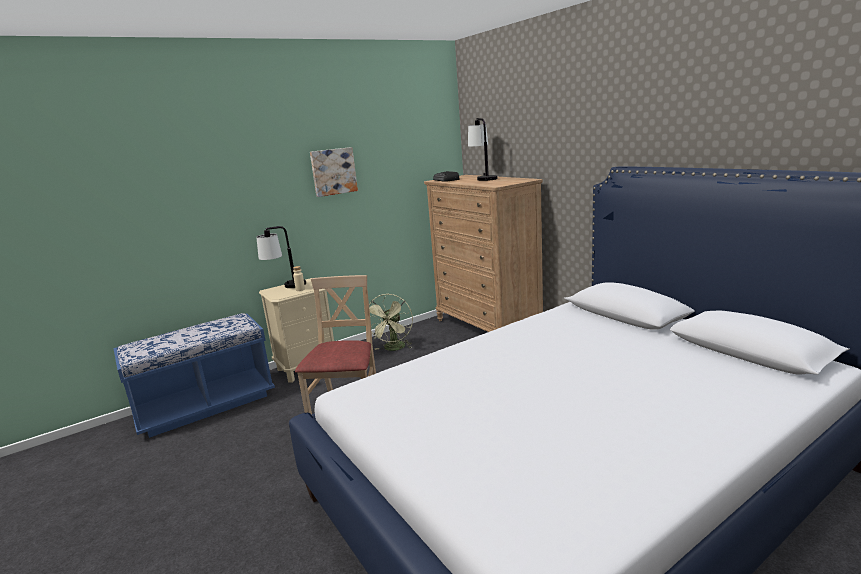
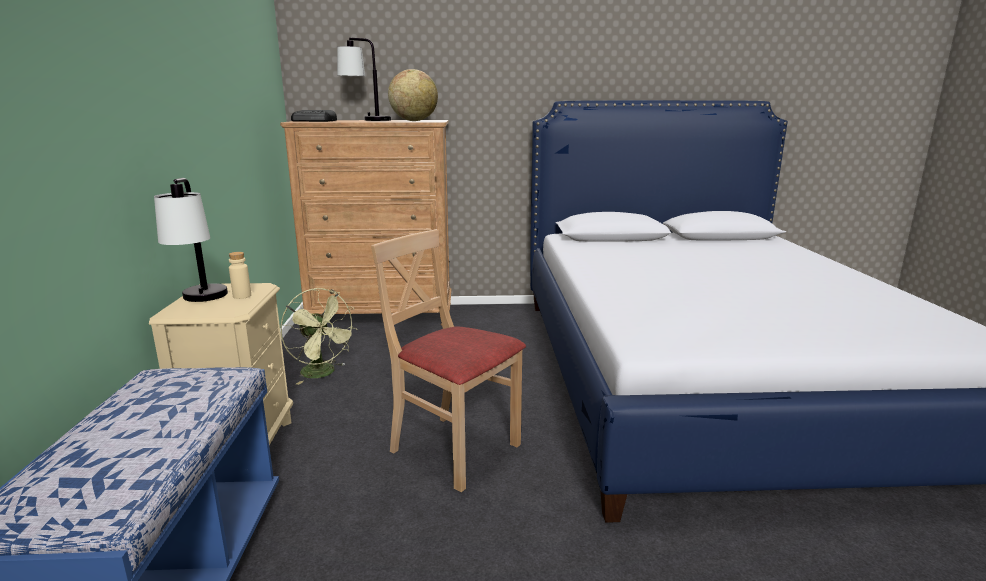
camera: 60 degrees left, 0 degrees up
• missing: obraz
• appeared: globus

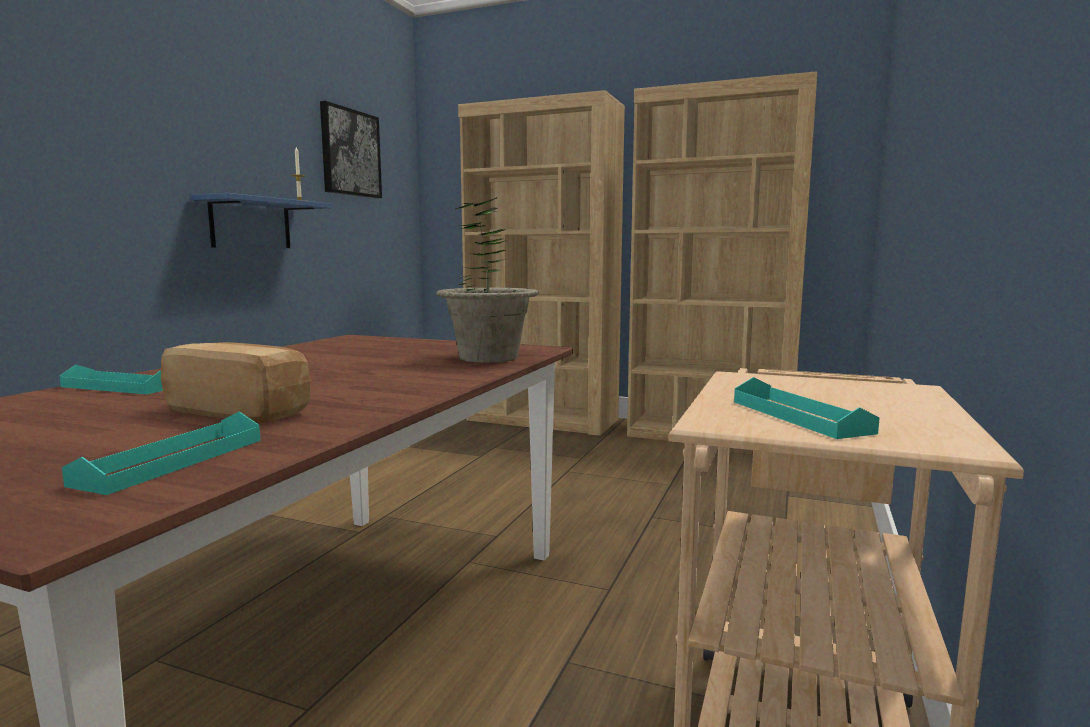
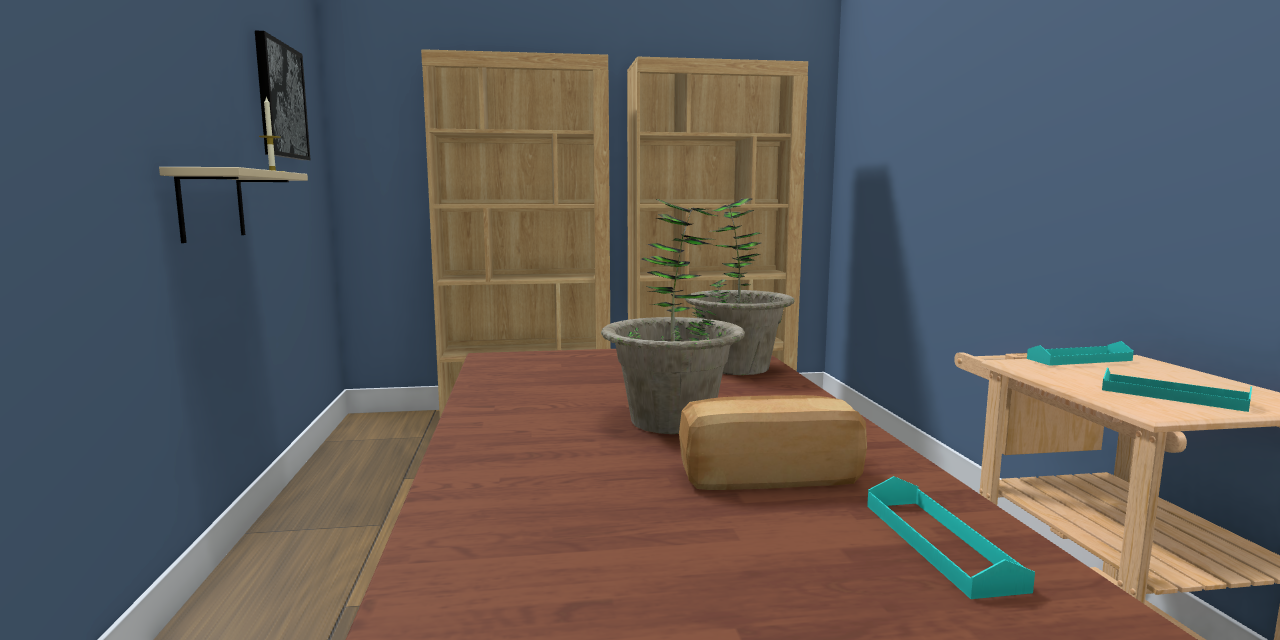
camera: 30 degrees left, 0 degrees up
• appeared: roślina doniczkowa (no. 1 from left)
• relocated: taca/turkusowy (no. 1 from left in the first image) to taca/turkusowy (no. 2 from left)
• colour: półka/niebieski to półka/beżowy

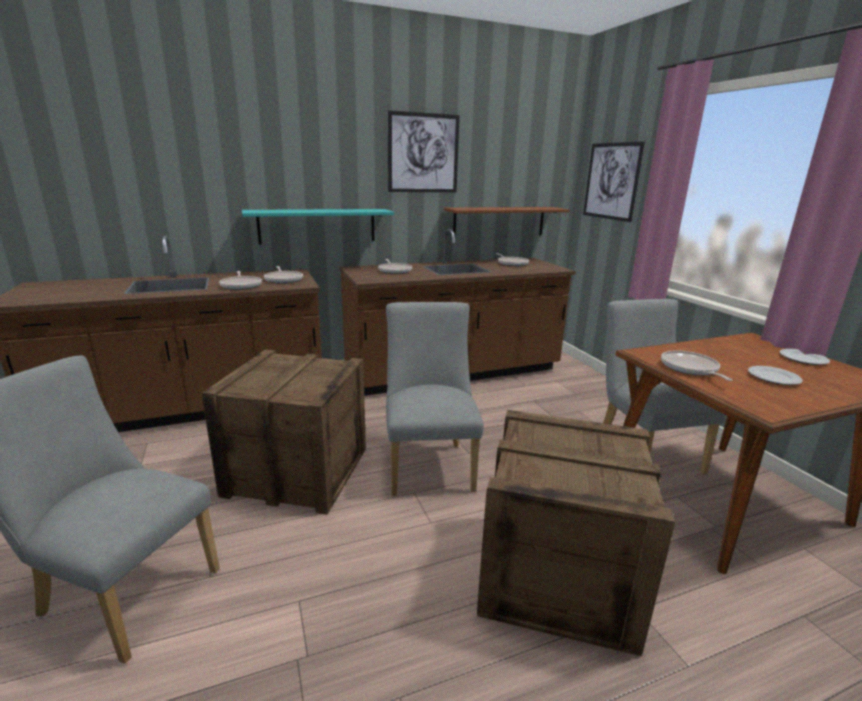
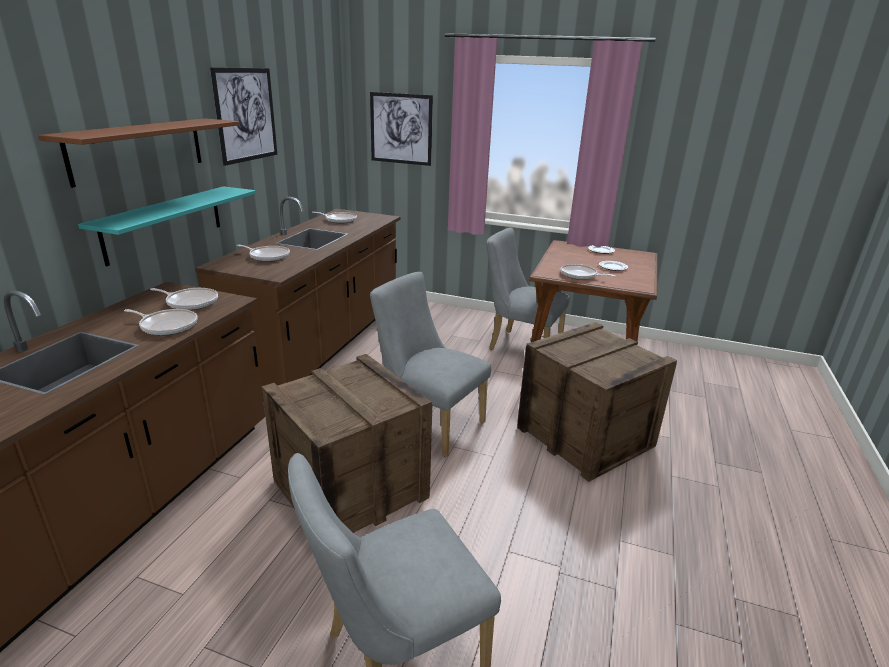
camera: 50 degrees left, 5 degrees up
• relocated: półka/brązowy

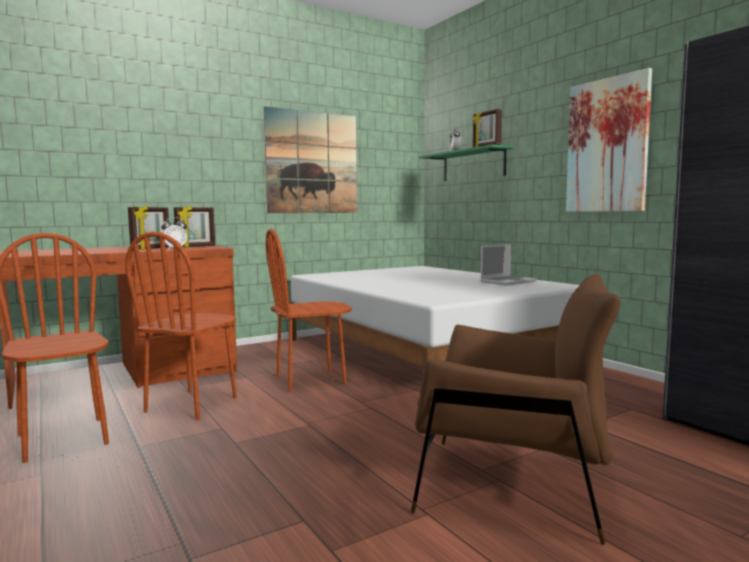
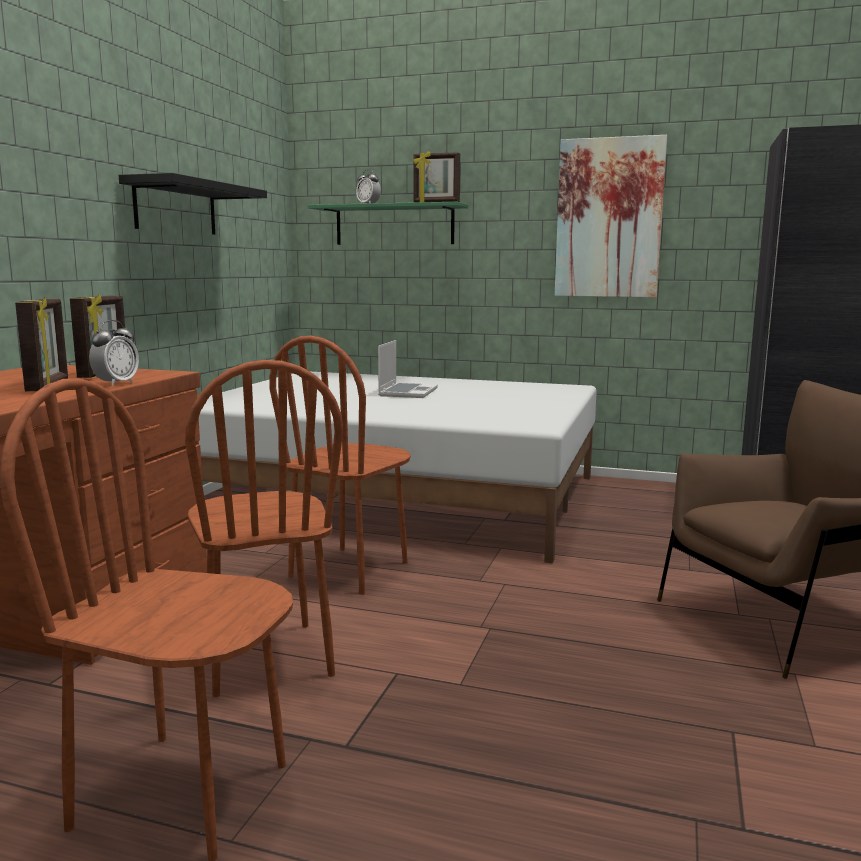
camera: 40 degrees left, 5 degrees up
• relocated: laptop
• exchanged: obraz (no. 1 from left) to półka/czarny

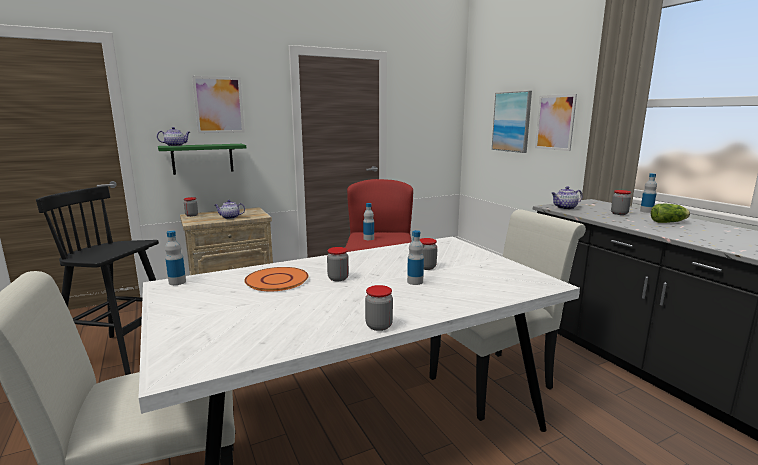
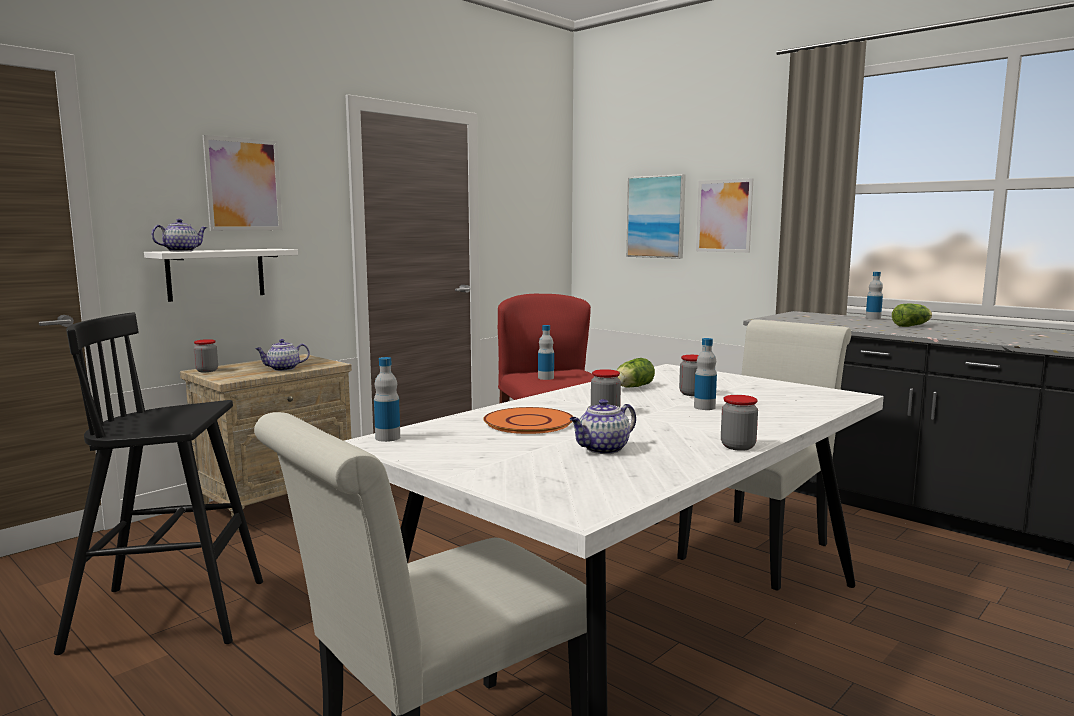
camera: 20 degrees left, 5 degrees down
• missing: słoik (no. 5 from left)
• appeared: sałata (no. 1 from left)
• relocated: imbryk (no. 3 from left)
• colour: półka/zielony to półka/biały

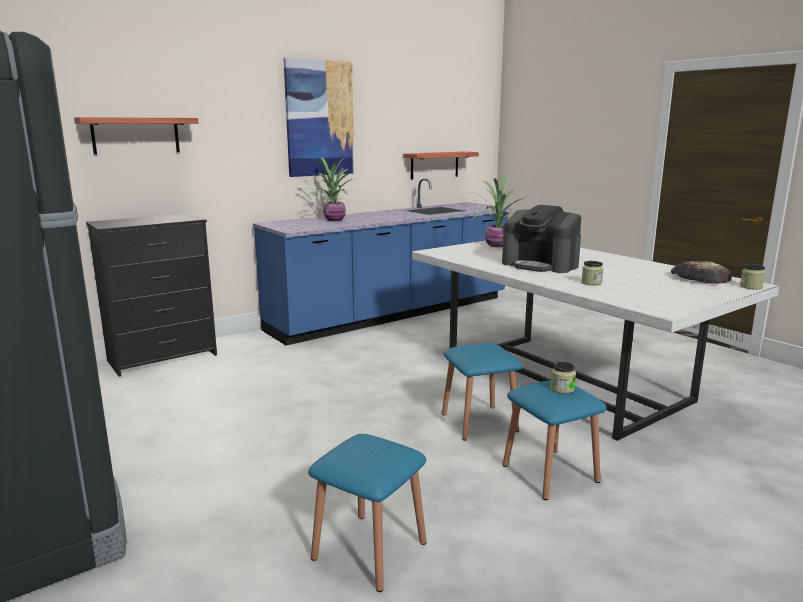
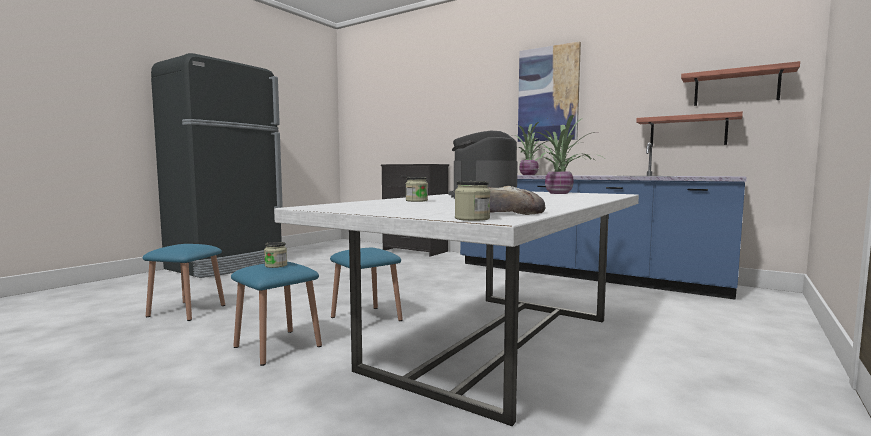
camera: 70 degrees right, 10 degrees down
• relocated: półka (no. 1 from left in the first image) to półka (no. 2 from left)

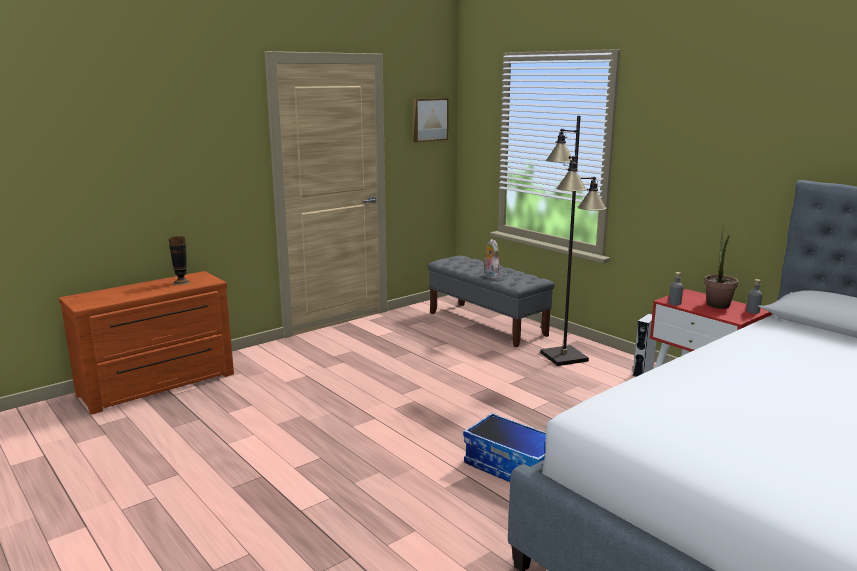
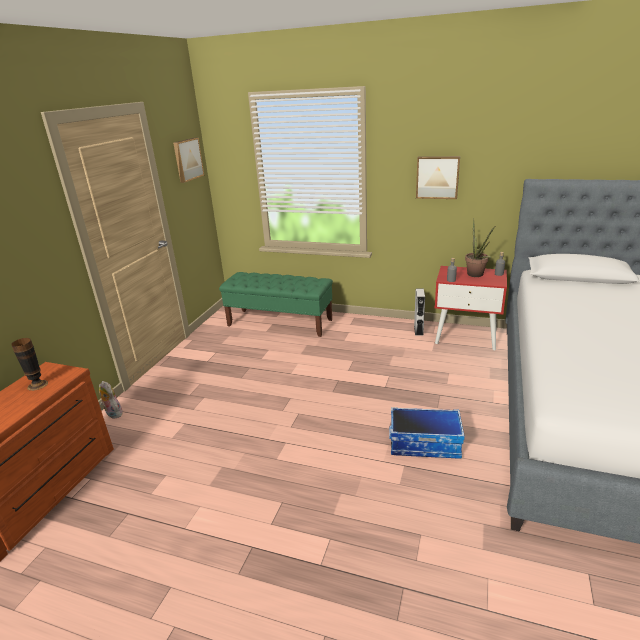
camera: 30 degrees left, 10 degrees up
• missing: lampa stojąca/czarny
• appeared: obraz (no. 2 from left)
• relocated: pluszak
• colour: ławka/szary to ławka/zielony

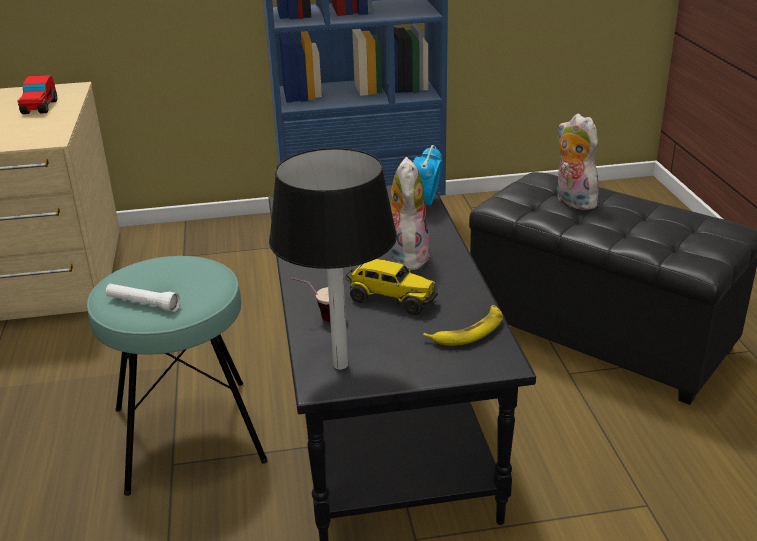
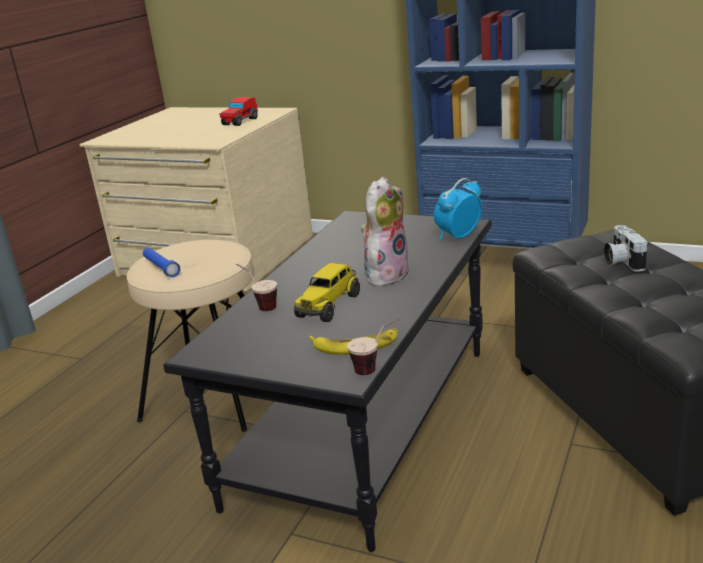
camera: 35 degrees right, 5 degrees down
• missing: lampa stołowa/czarny
• appeared: filiżanka (no. 2 from left)
• exchanged: pluszak (no. 2 from left) to aparat fotograficzny
• colour: stołek/turkusowy to stołek/beżowy
• colour: latarka/biały to latarka/niebieski
• spun: ciężarówka zabawkowa 60 degrees clockwise

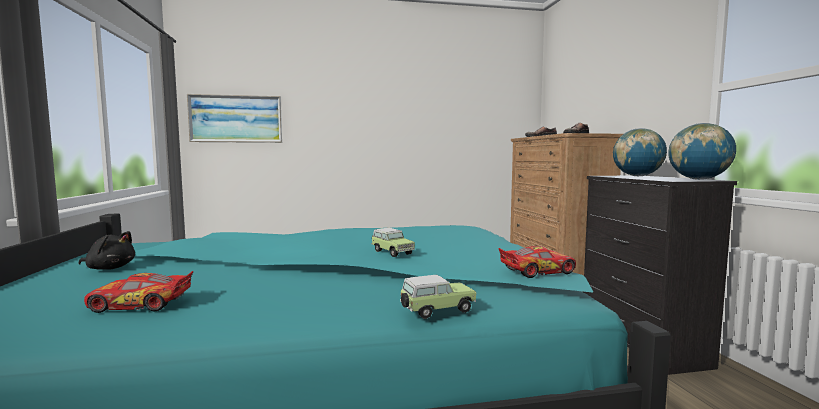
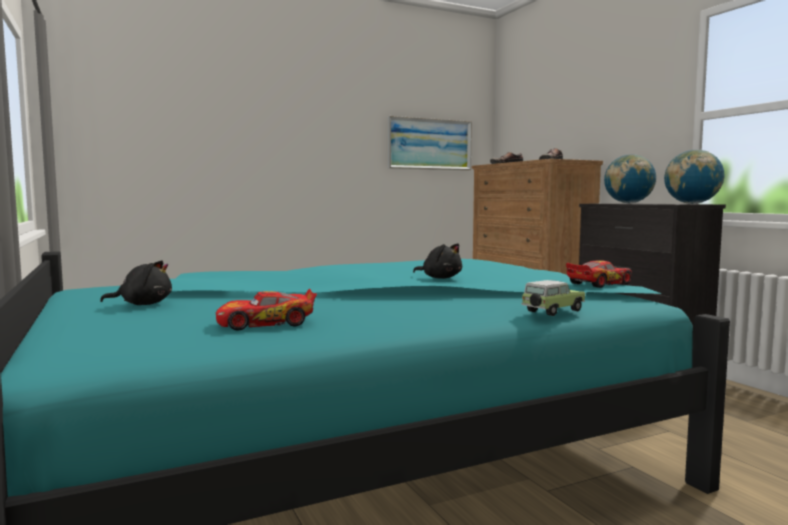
camera: 15 degrees left, 0 degrees up
• relocated: obraz
• exchanged: samochodzik (no. 2 from left) to pluszak/czarny (no. 2 from left)

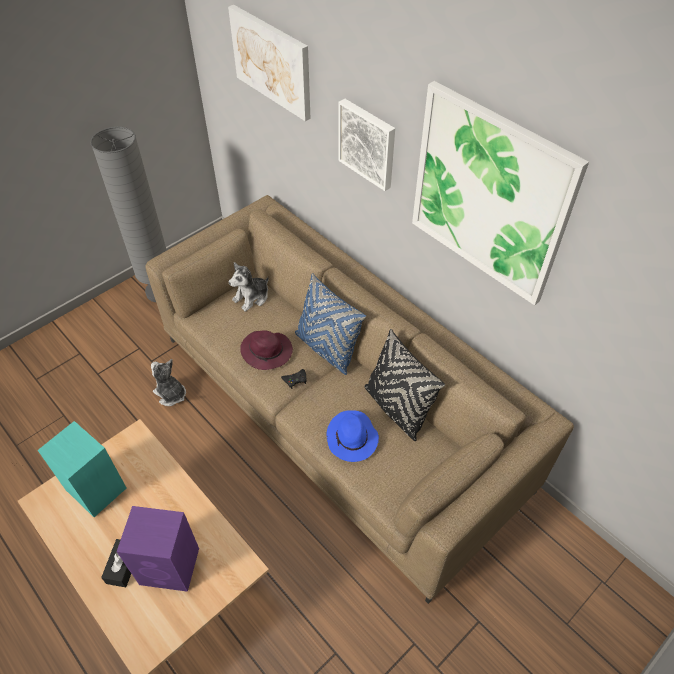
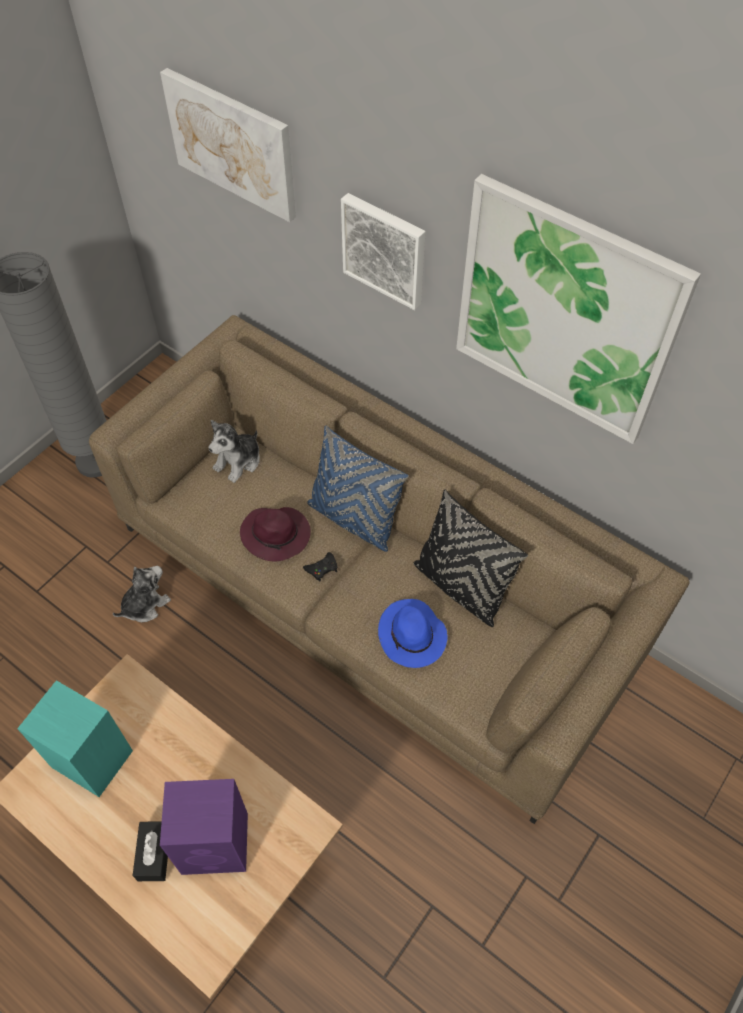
camera: 10 degrees left, 5 degrees up
• spun: pluszak (no. 1 from left) 105 degrees clockwise

